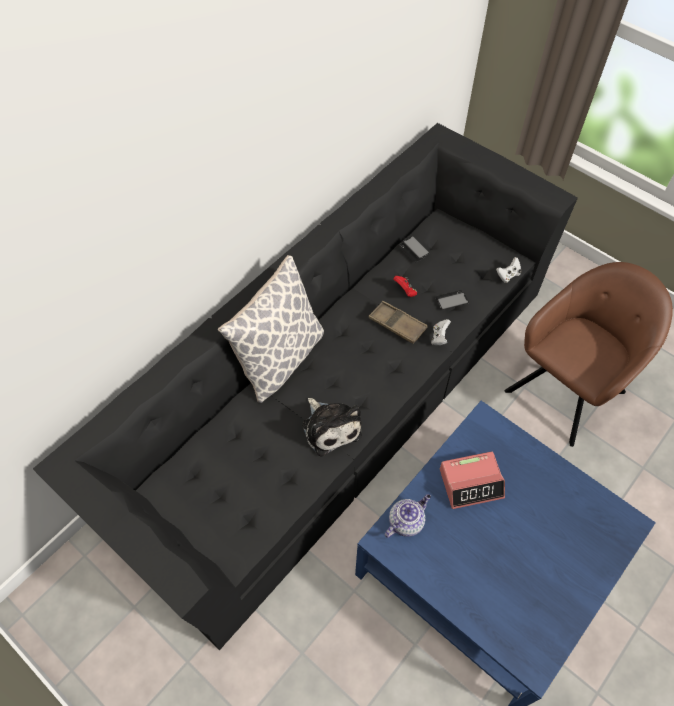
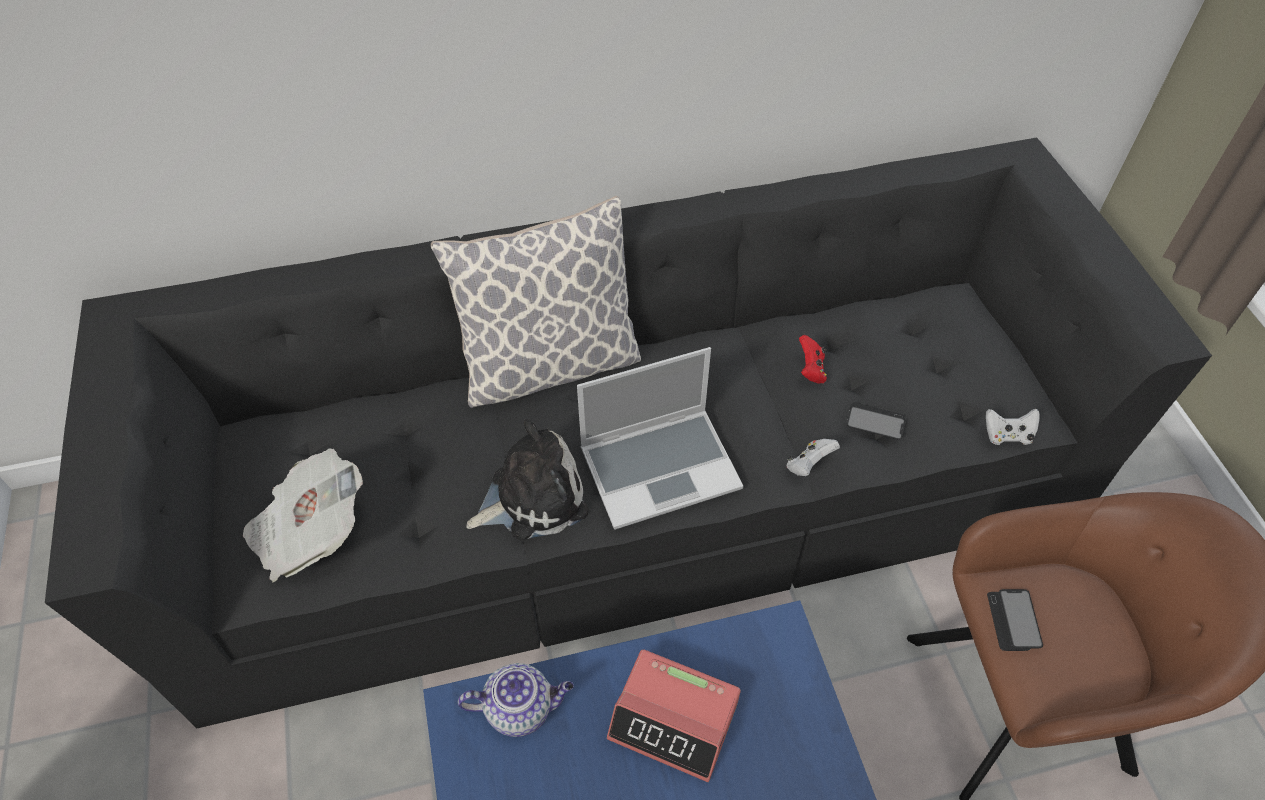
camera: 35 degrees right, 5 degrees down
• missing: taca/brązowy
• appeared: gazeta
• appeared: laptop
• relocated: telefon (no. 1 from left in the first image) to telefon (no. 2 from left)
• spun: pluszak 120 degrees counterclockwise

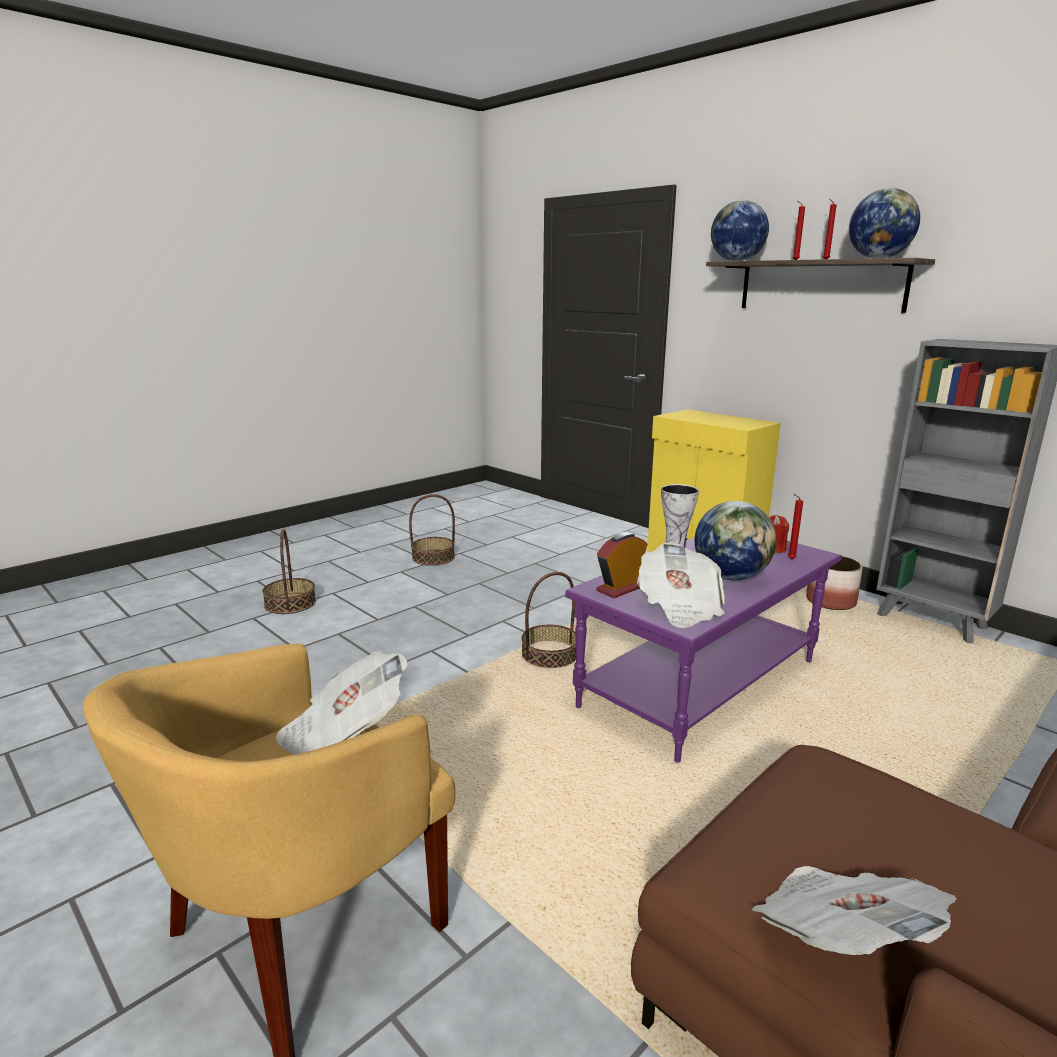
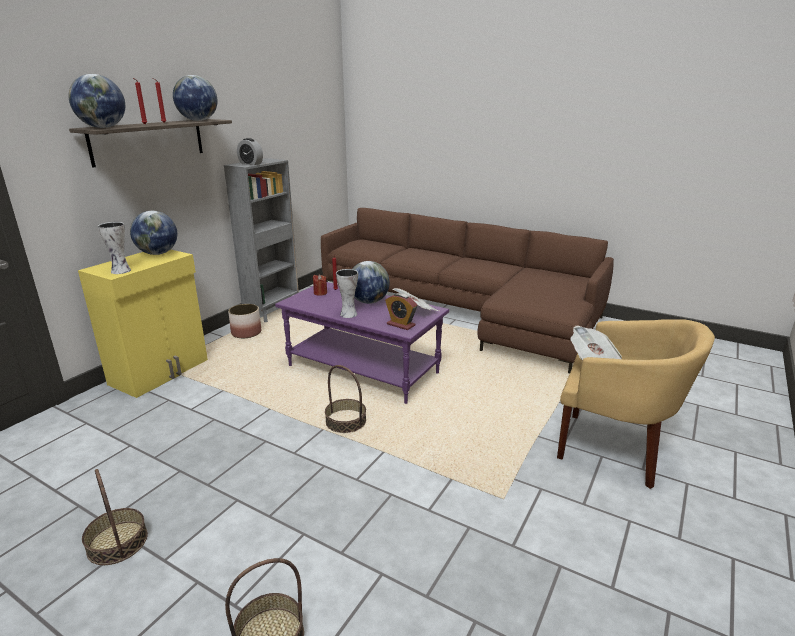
camera: 105 degrees left, 5 degrees up
• missing: gazeta (no. 3 from left)
• appeared: wazon (no. 1 from left)
• appeared: globus (no. 2 from left)
• appeared: budzik (no. 1 from left)

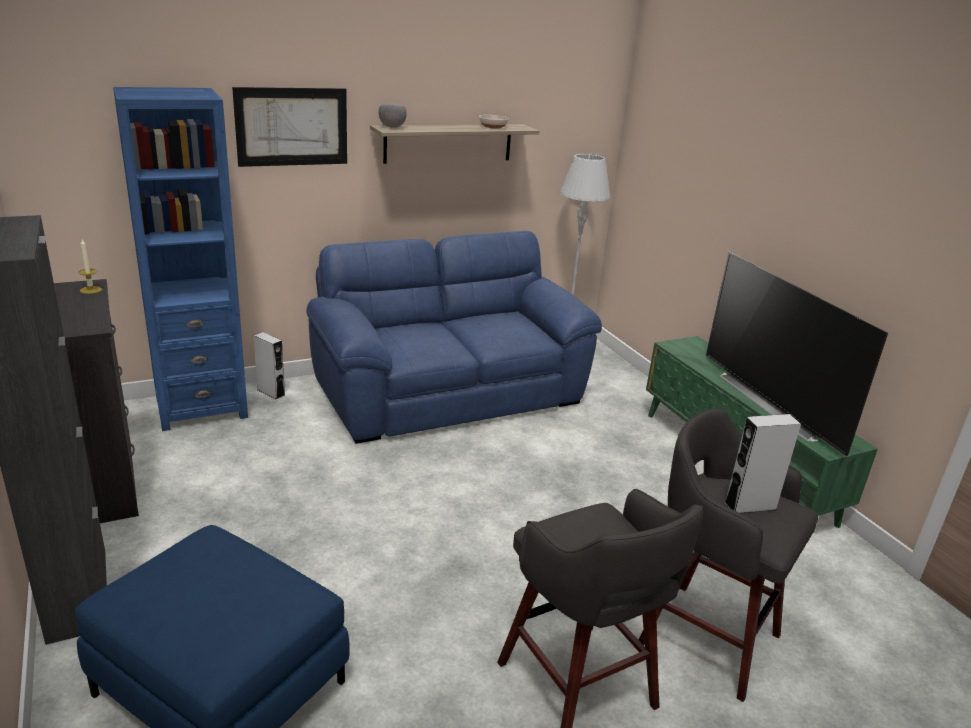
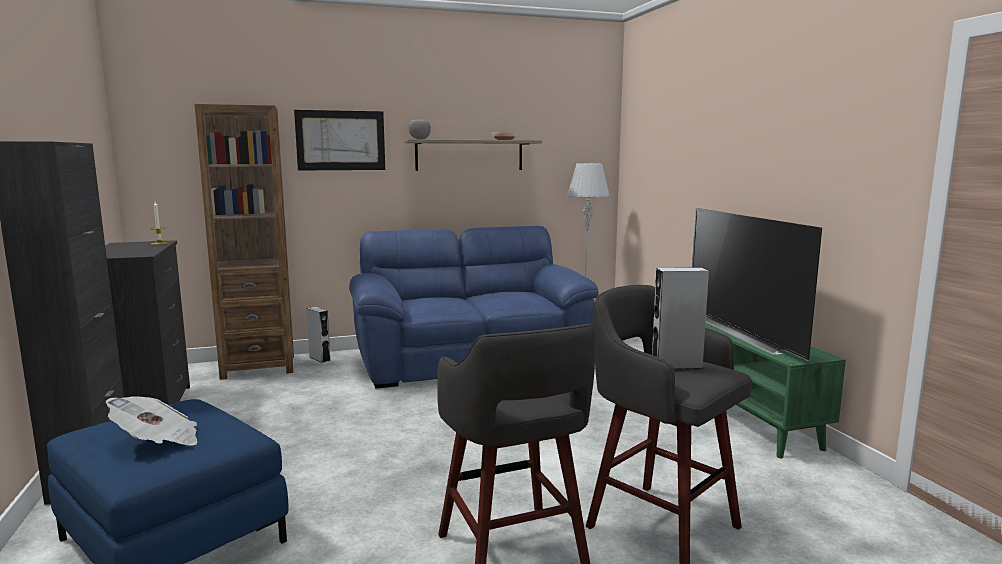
camera: 10 degrees right, 15 degrees down
• appeared: gazeta
• colour: regał/niebieski to regał/brązowy

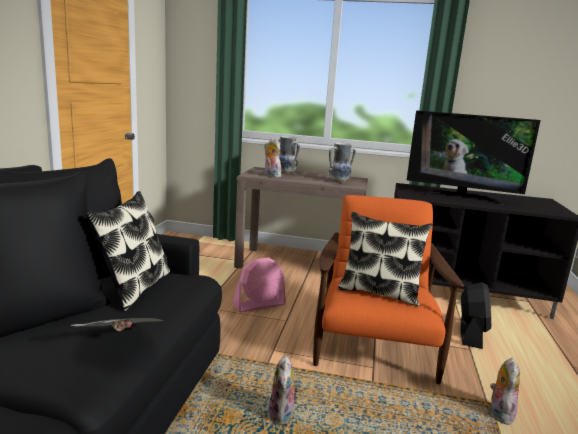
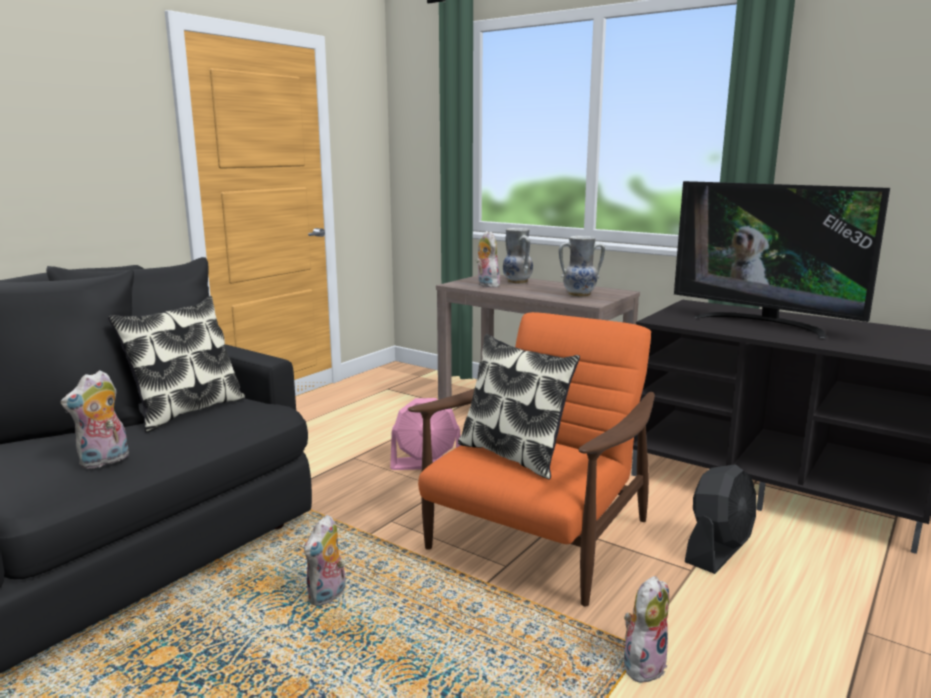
camera: 25 degrees right, 0 degrees up
• exchanged: gazeta to pluszak (no. 1 from left)

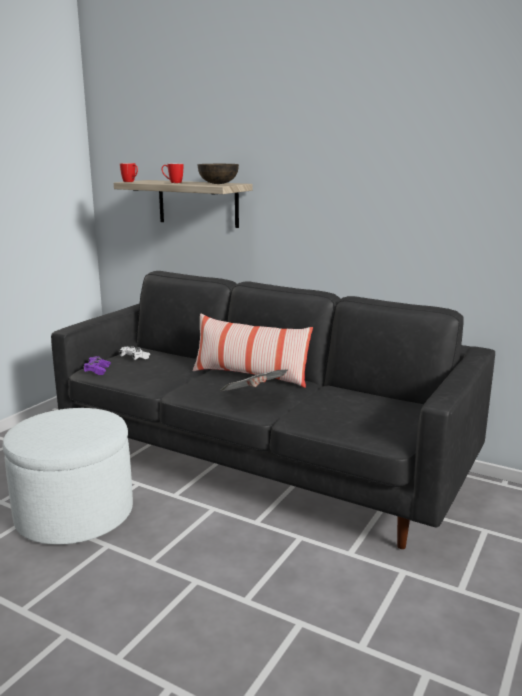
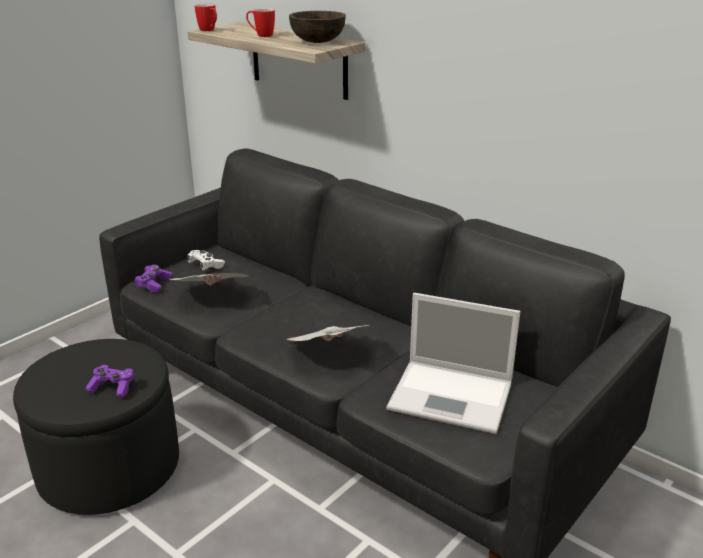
camera: 10 degrees right, 10 degrees up
• missing: poduszka
• appeared: pad do gier/fioletowy (no. 1 from left)
• appeared: gazeta (no. 1 from left)
• appeared: laptop
• colour: pufa/biały to pufa/czarny

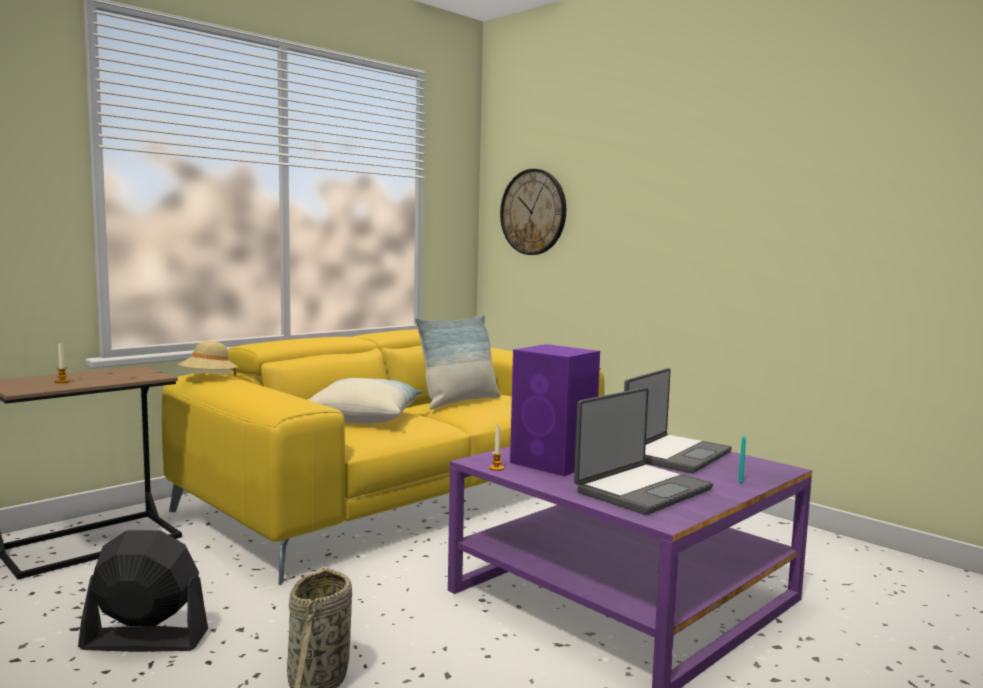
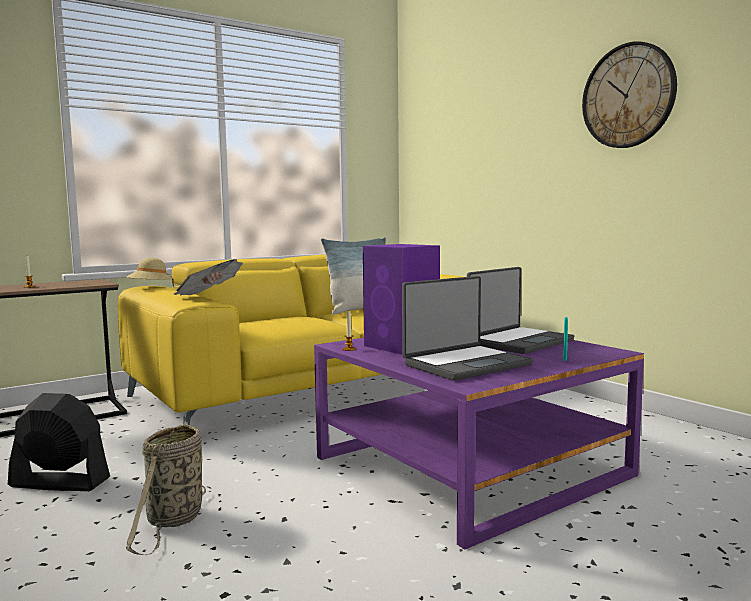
camera: 10 degrees right, 0 degrees up
• missing: poduszka (no. 1 from left)
• appeared: gazeta
• relocated: zegar ścienny

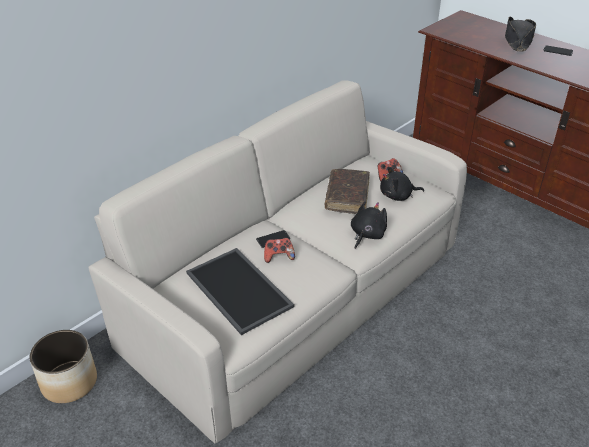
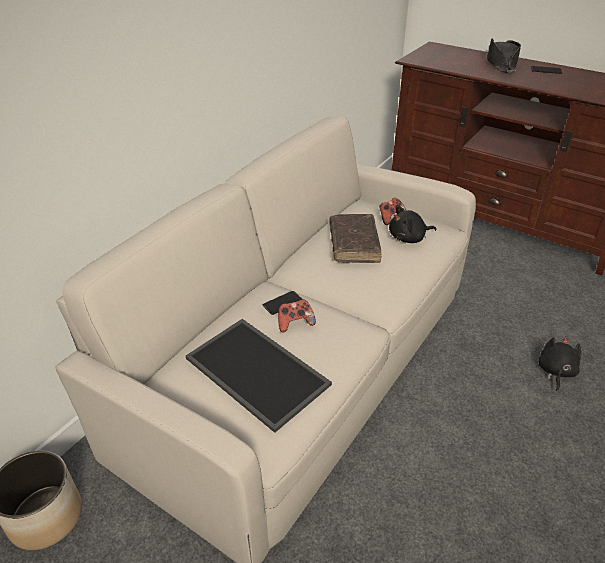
camera: 10 degrees left, 0 degrees up
• relocated: pluszak/czarny (no. 1 from left in the first image) to pluszak/czarny (no. 2 from left)

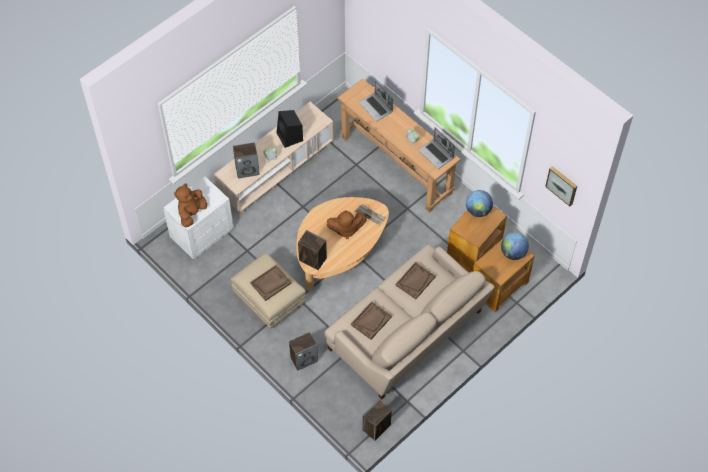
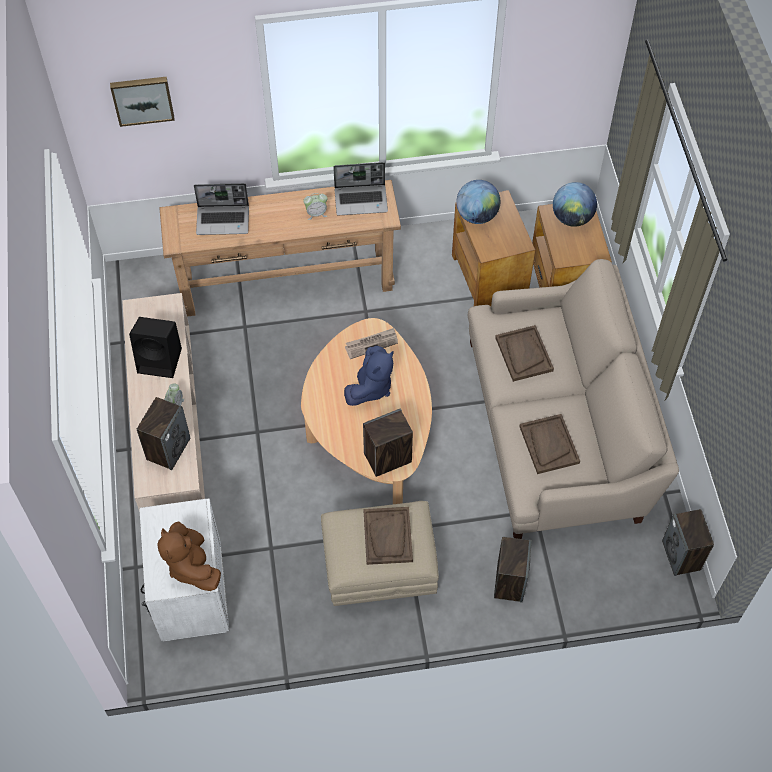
camera: 55 degrees left, 0 degrees up
• relocated: obraz
• colour: pluszak/brązowy (no. 2 from left) to pluszak/niebieski

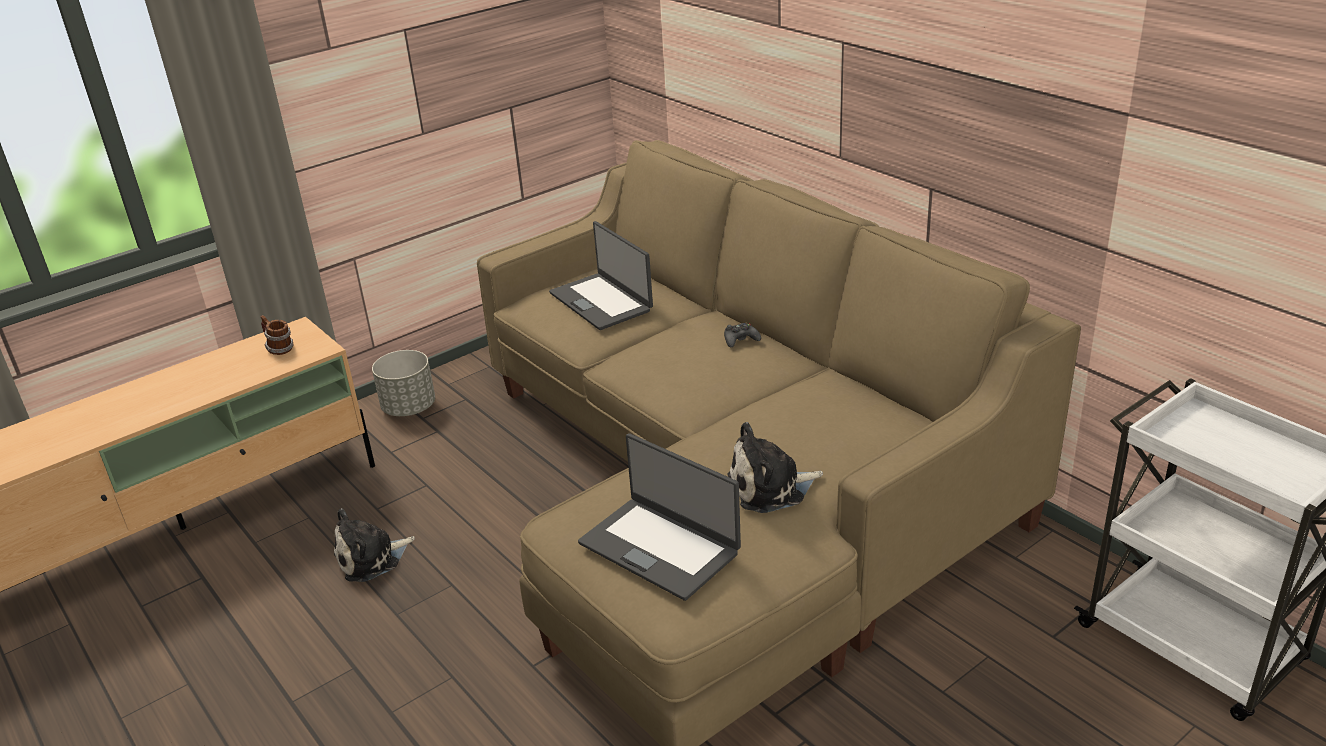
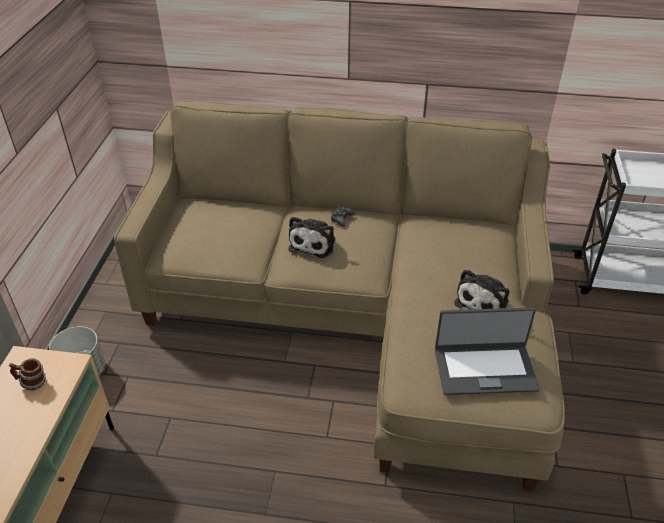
camera: 45 degrees left, 10 degrees up
• missing: laptop (no. 1 from left)
• relocated: pluszak (no. 1 from left)

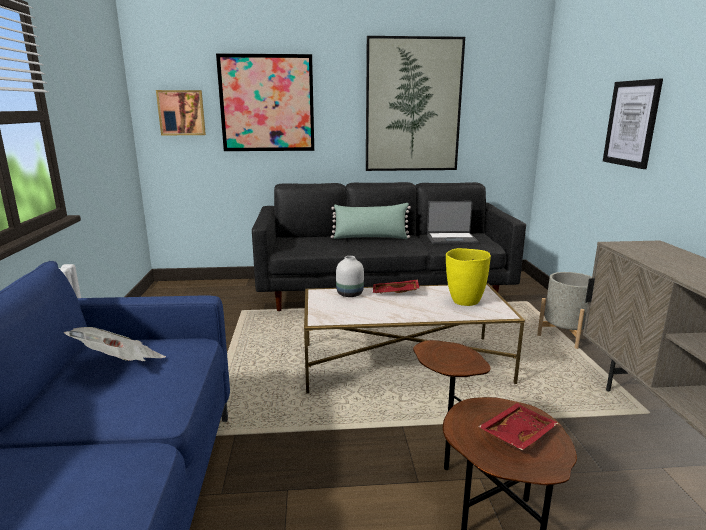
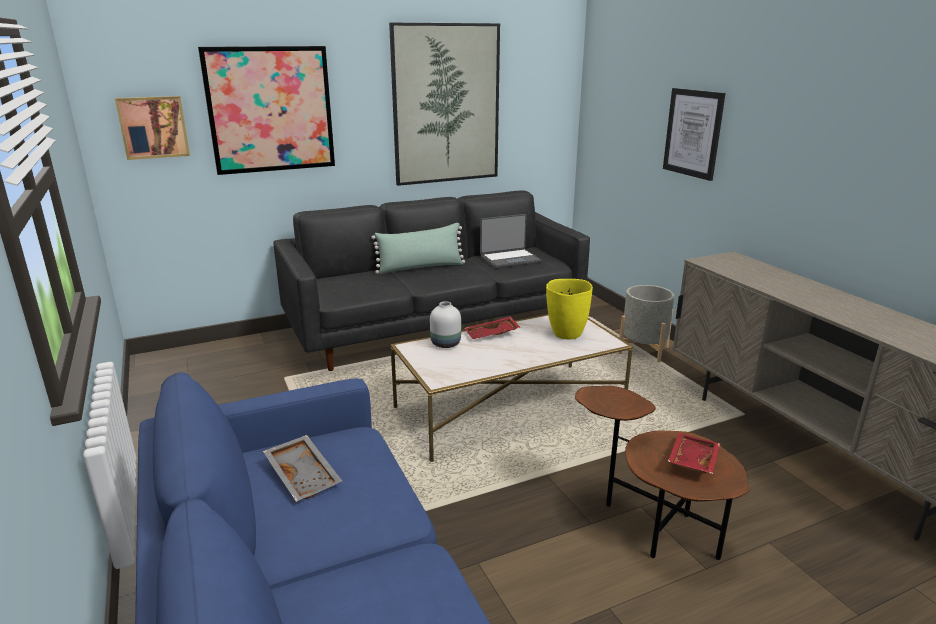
camera: 20 degrees left, 5 degrees up
• exchanged: gazeta to taca/szary

